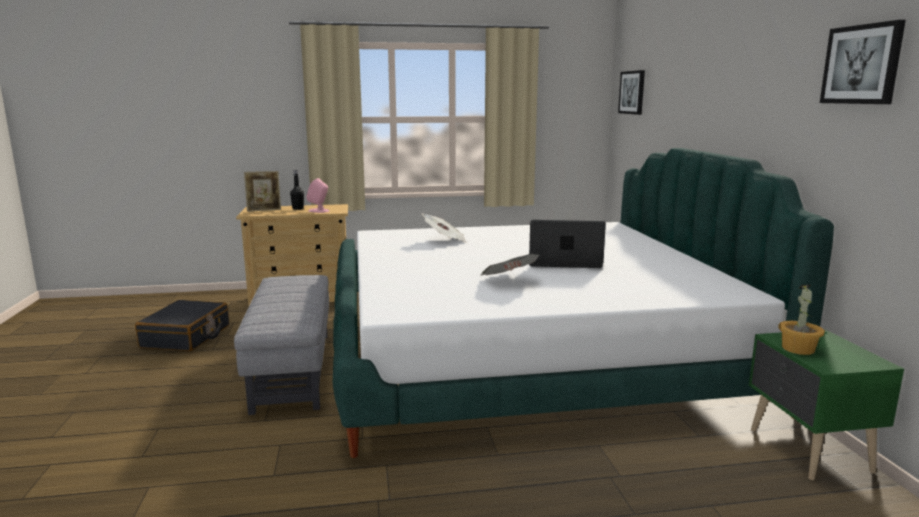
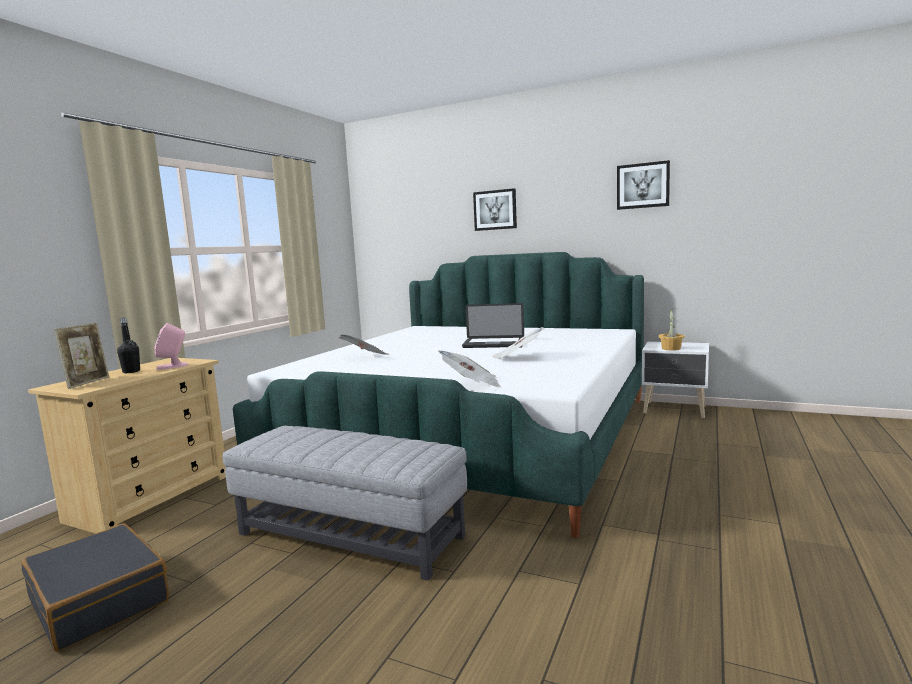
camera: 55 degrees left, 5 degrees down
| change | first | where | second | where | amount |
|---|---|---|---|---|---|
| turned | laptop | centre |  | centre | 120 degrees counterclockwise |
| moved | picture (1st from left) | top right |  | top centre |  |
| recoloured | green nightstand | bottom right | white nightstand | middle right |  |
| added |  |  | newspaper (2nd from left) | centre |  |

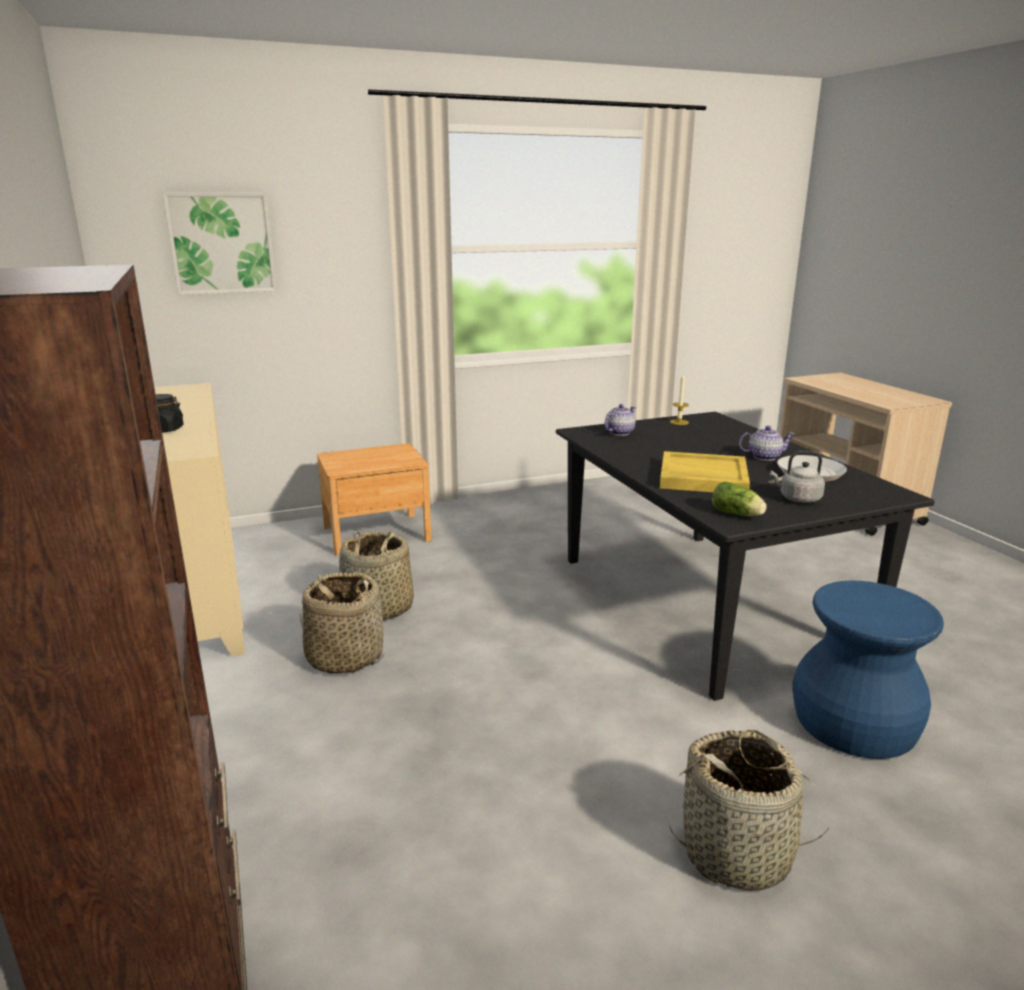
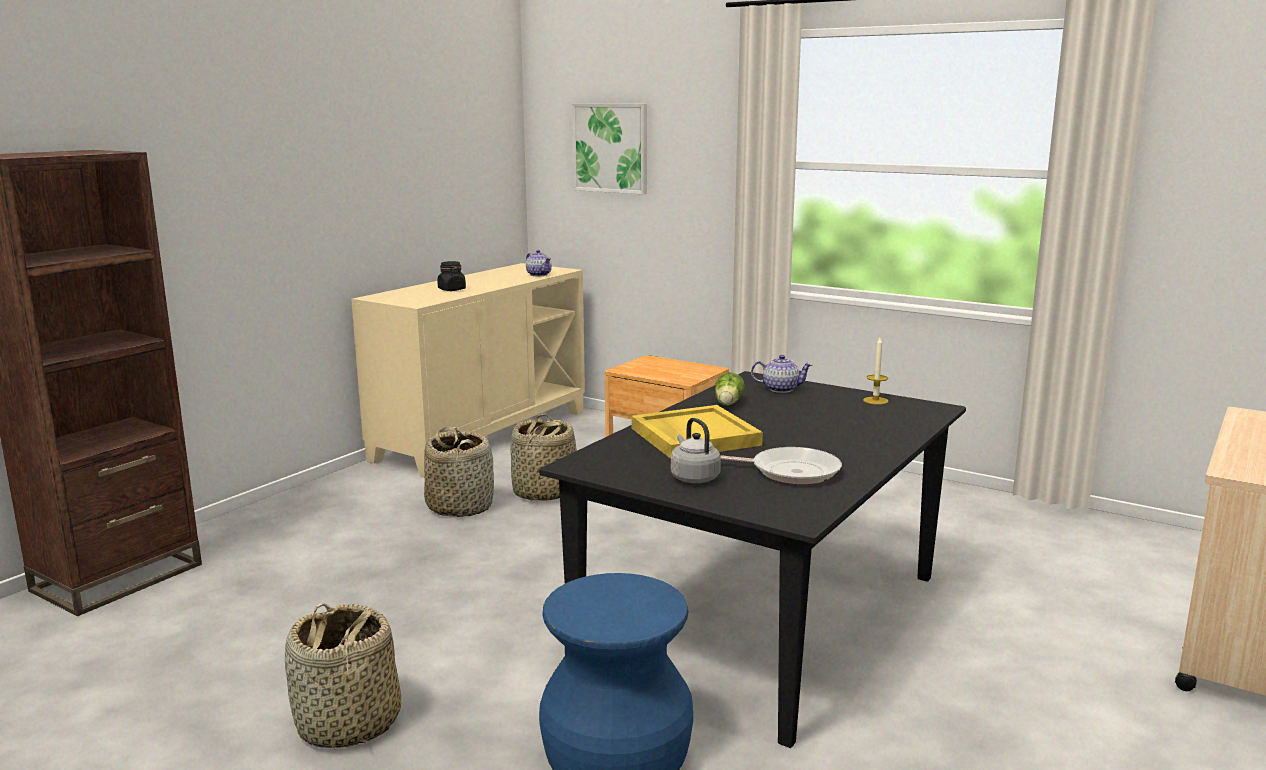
camera: 55 degrees right, 5 degrees down
| change | first | where | second | where | amount |
|---|---|---|---|---|---|
| moved | lettuce | middle right |  | centre |  |
| moved | teapot (2nd from left in the first image) | middle right | teapot (1st from left) | centre |  |

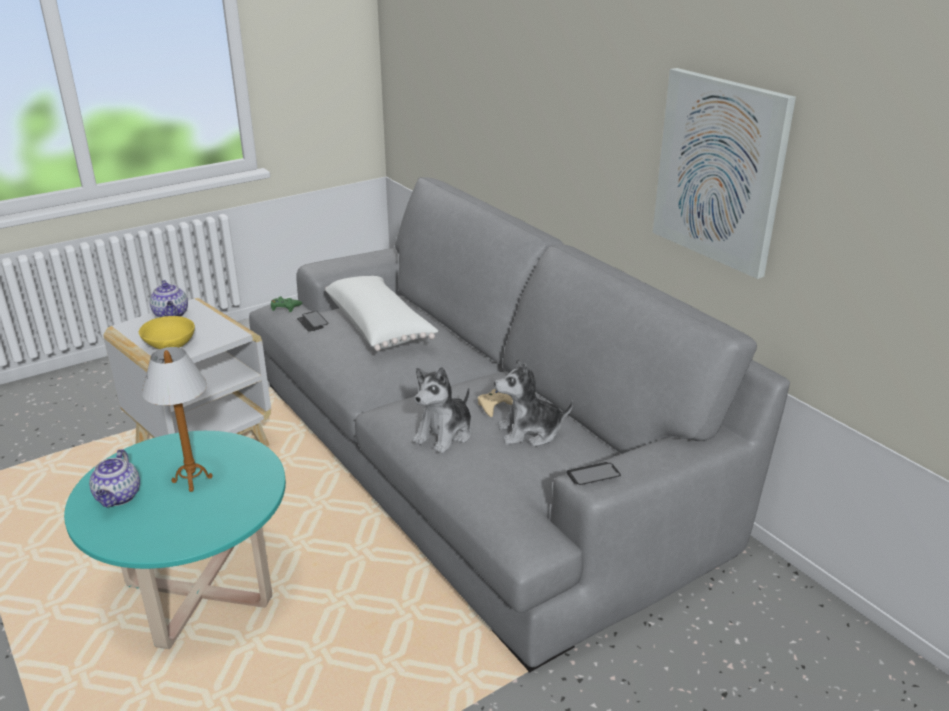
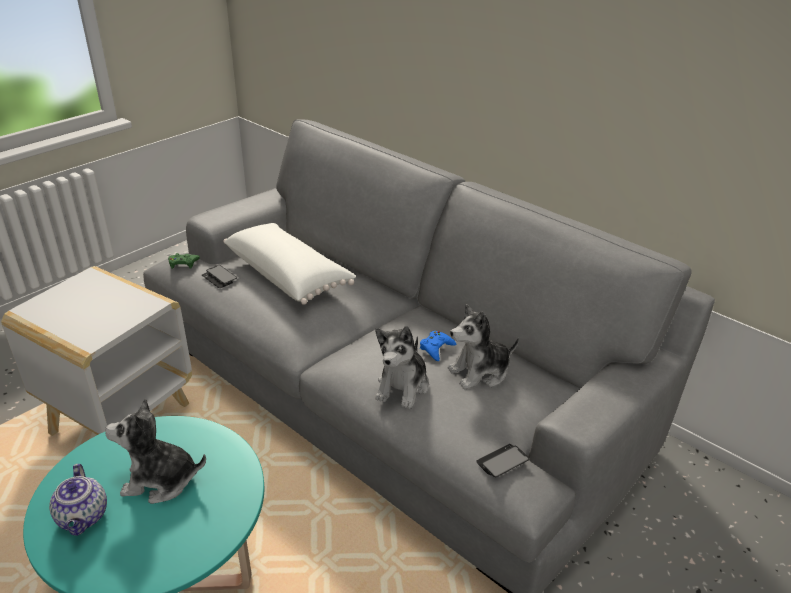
camera: 15 degrees left, 5 degrees up
| change | first | where | second | where | amount |
|---|---|---|---|---|---|
| removed | yellow bowl | middle left |  |  |  |
| replaced | table lamp | middle left | plush toy (1st from left) | bottom left |  |
| removed | teapot (2nd from left) | middle left |  |  |  |
| recoloured | beige game controller | centre | blue game controller | centre |  |
| moved | phone (2nd from left) | centre |  | bottom centre |  |
| removed | picture | top right |  |  |  |

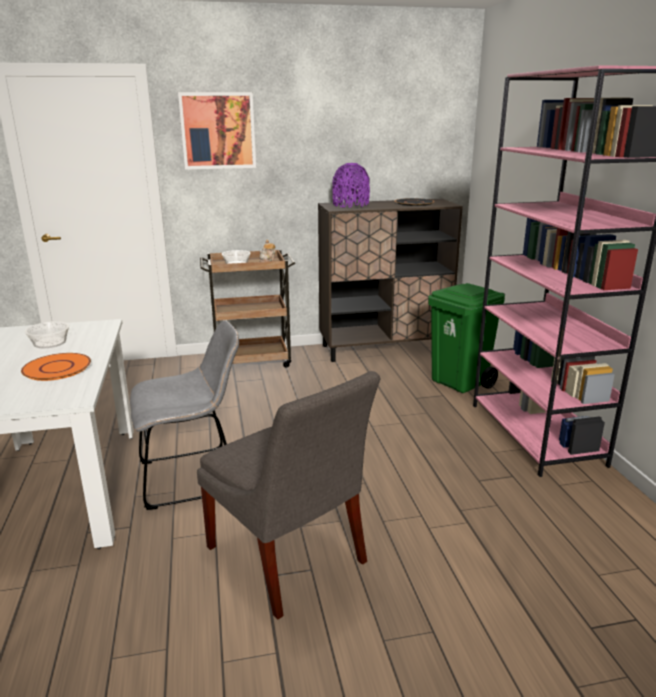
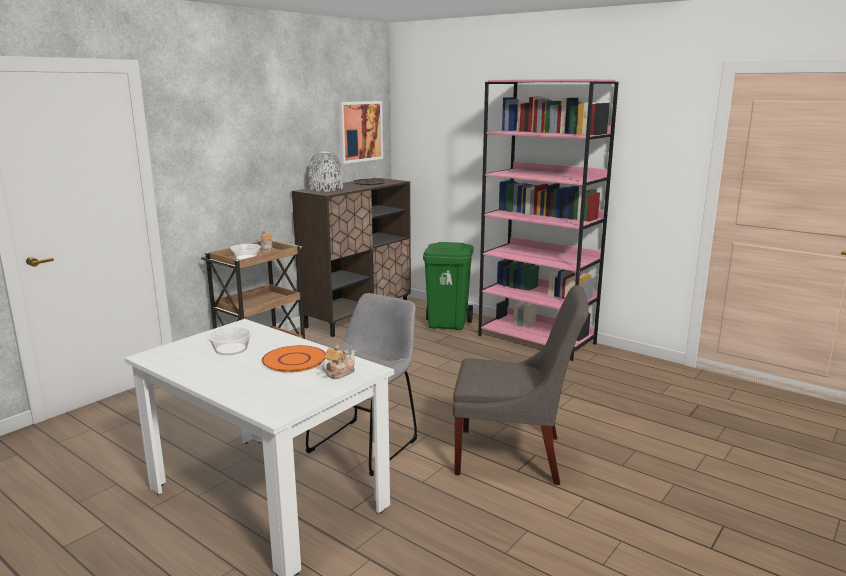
camera: 40 degrees left, 5 degrees down
| change | first | where | second | where | amount |
|---|---|---|---|---|---|
| moved | picture | top left |  | top centre |  |
| recoloured | purple vase | top centre | grey vase | top centre |  |
| added |  |  | teapot (2nd from left) | centre |  |

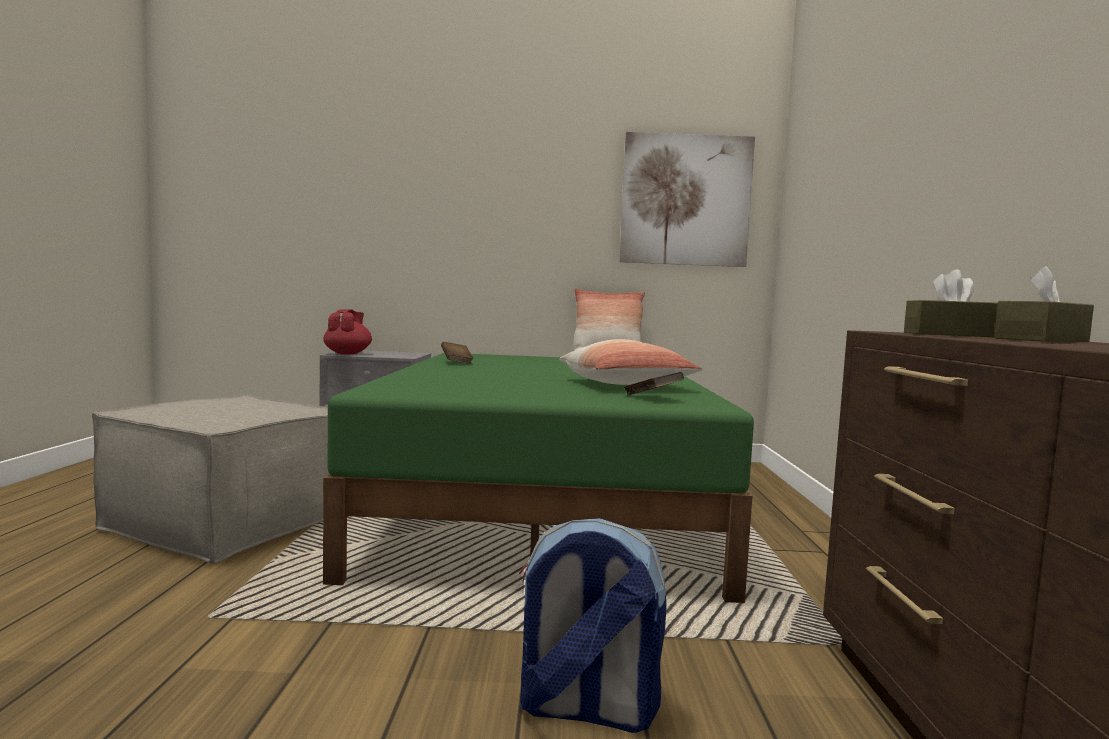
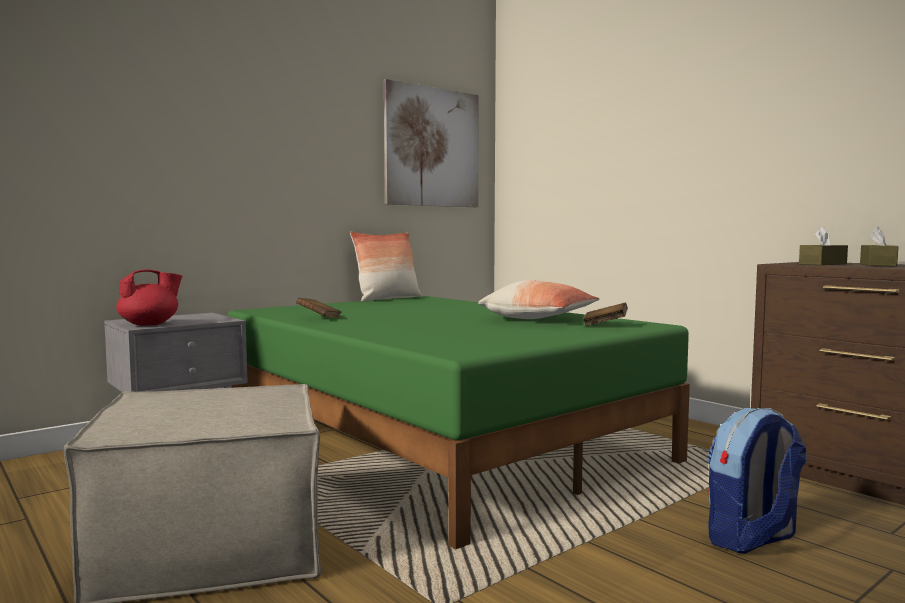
camera: 40 degrees left, 0 degrees up
| change | first | where | second | where | amount |
|---|---|---|---|---|---|
| turned | red teapot | middle left |  | middle left | 90 degrees clockwise |

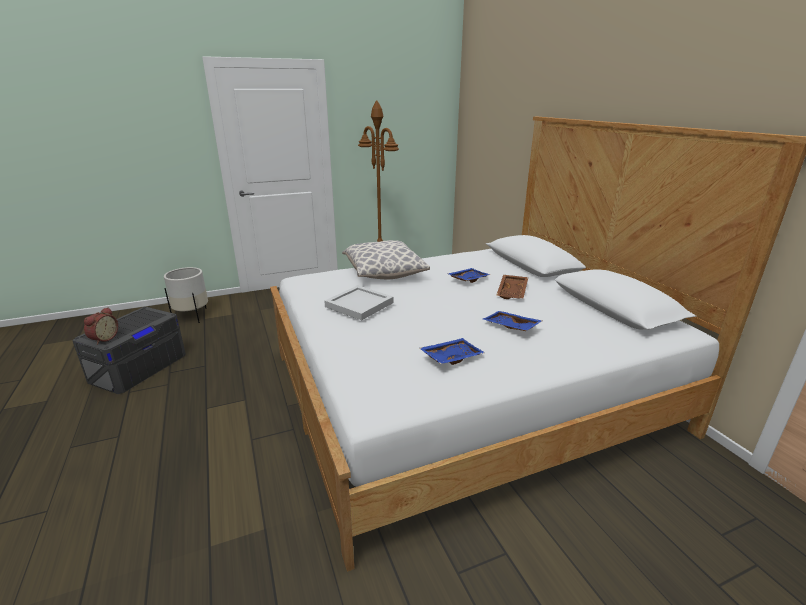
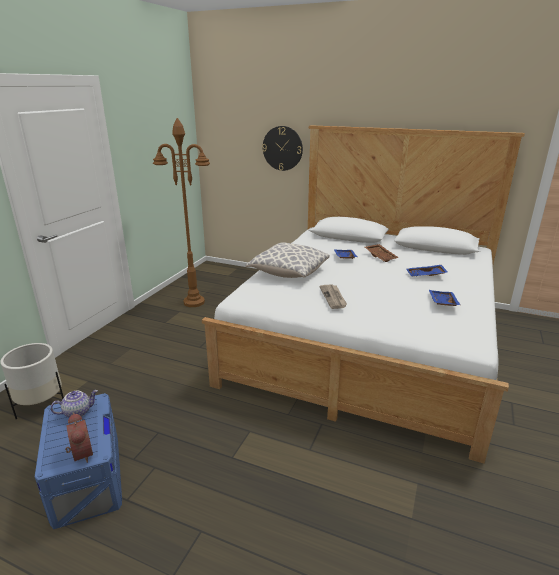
camera: 45 degrees left, 0 degrees up
| change | first | where | second | where | amount |
|---|---|---|---|---|---|
| recoloured | grey storage box | middle left | blue storage box | bottom left |  |
| replaced | white tray | centre | newspaper | centre |  |
| added |  |  | teapot | bottom left |  |
| added |  |  | wall clock | top centre |  |

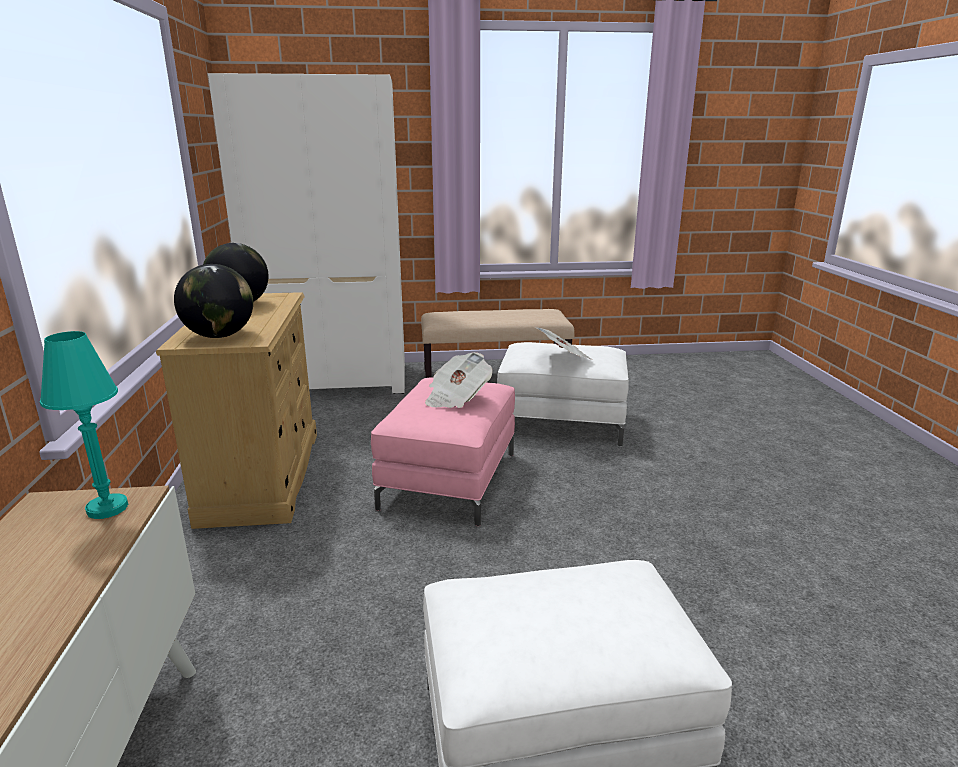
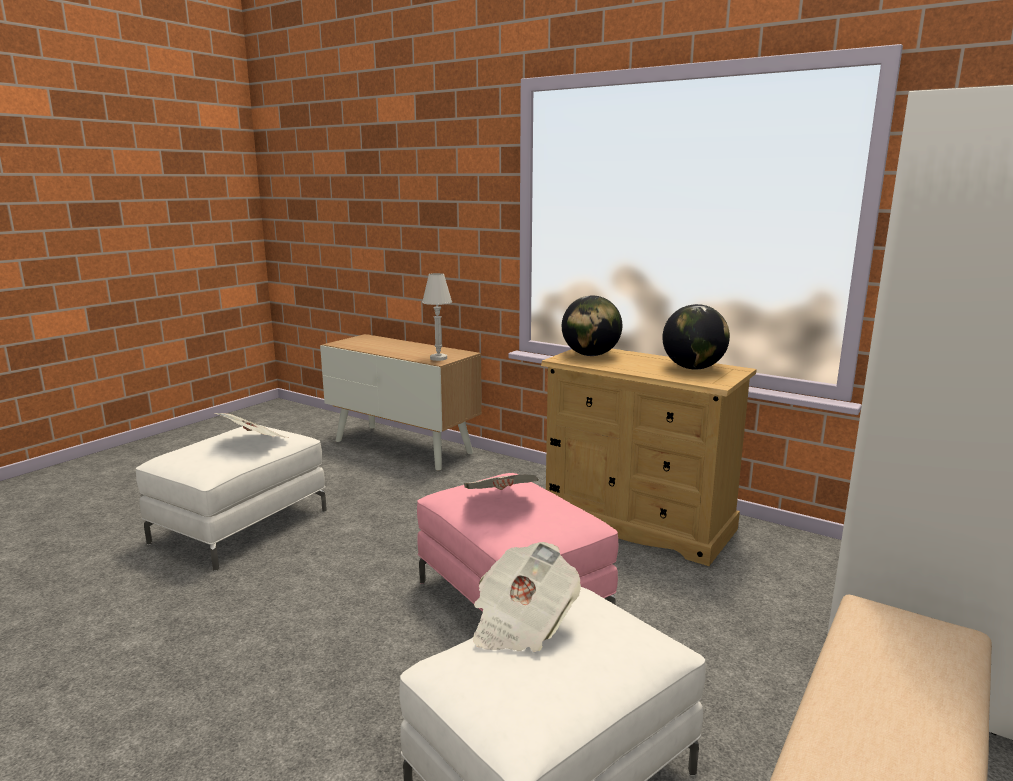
camera: 130 degrees right, 5 degrees down
| change | first | where | second | where | amount |
|---|---|---|---|---|---|
| recoloured | turquoise table lamp | middle left | white table lamp | centre |  |
| added |  |  | newspaper (1st from left) | middle left |  |

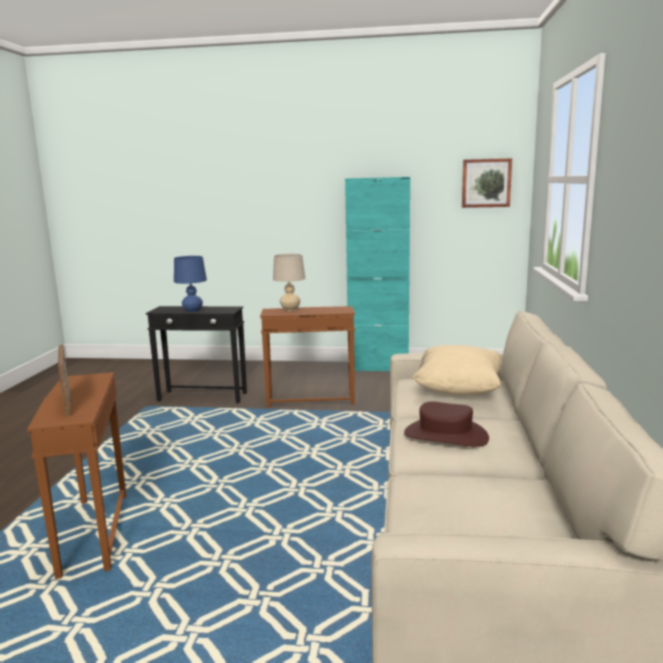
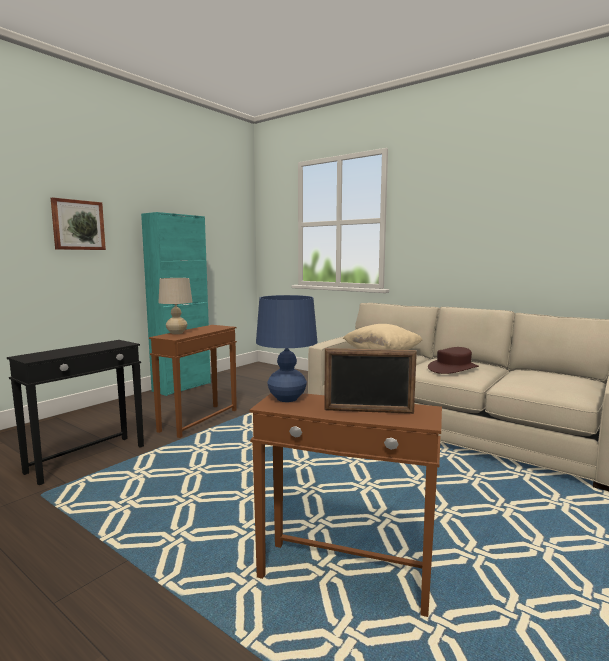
camera: 60 degrees left, 5 degrees down
| change | first | where | second | where | amount |
|---|---|---|---|---|---|
| moved | blue table lamp | middle left |  | centre |  |
| moved | picture | top right |  | middle left |  |

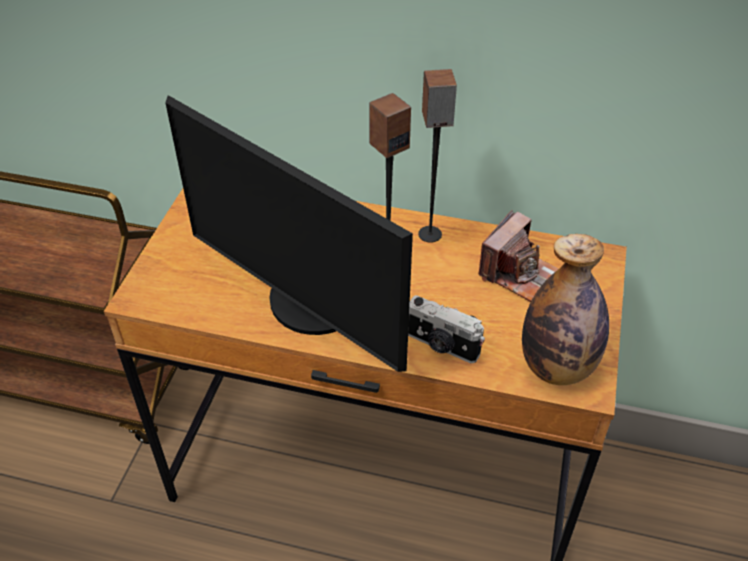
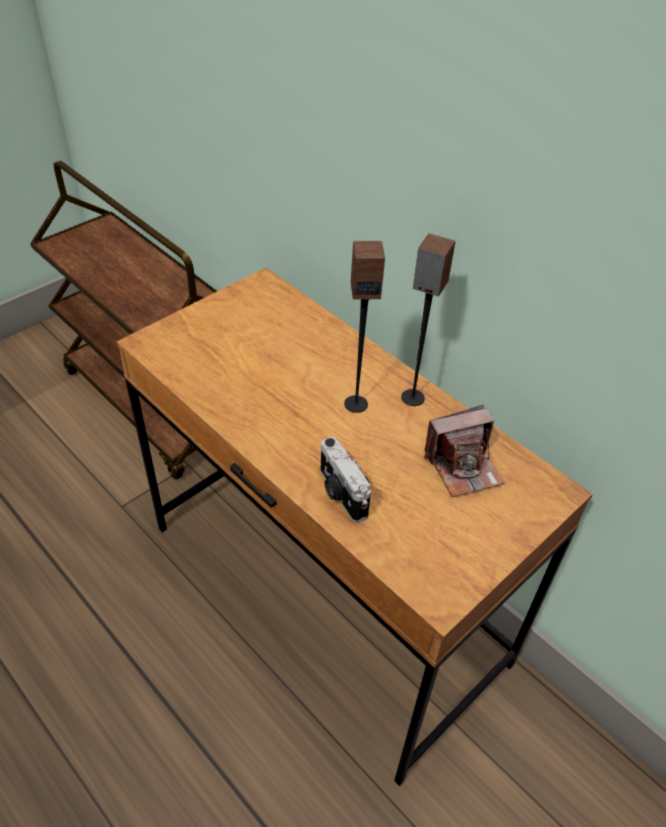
camera: 30 degrees right, 0 degrees up
| change | first | where | second | where | amount |
|---|---|---|---|---|---|
| removed | monitor | centre |  |  |  |
| removed | bottle | middle right |  |  |  |

